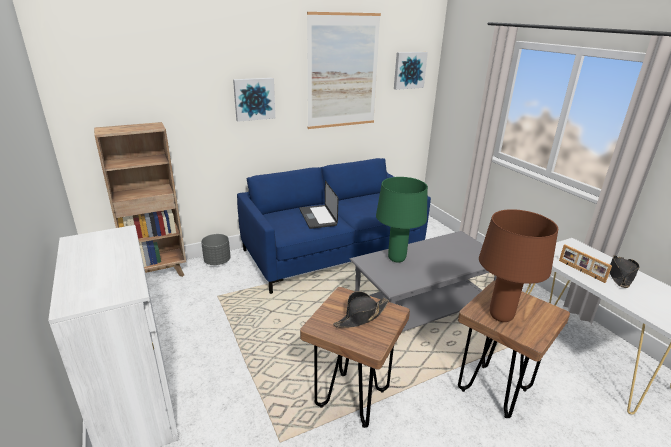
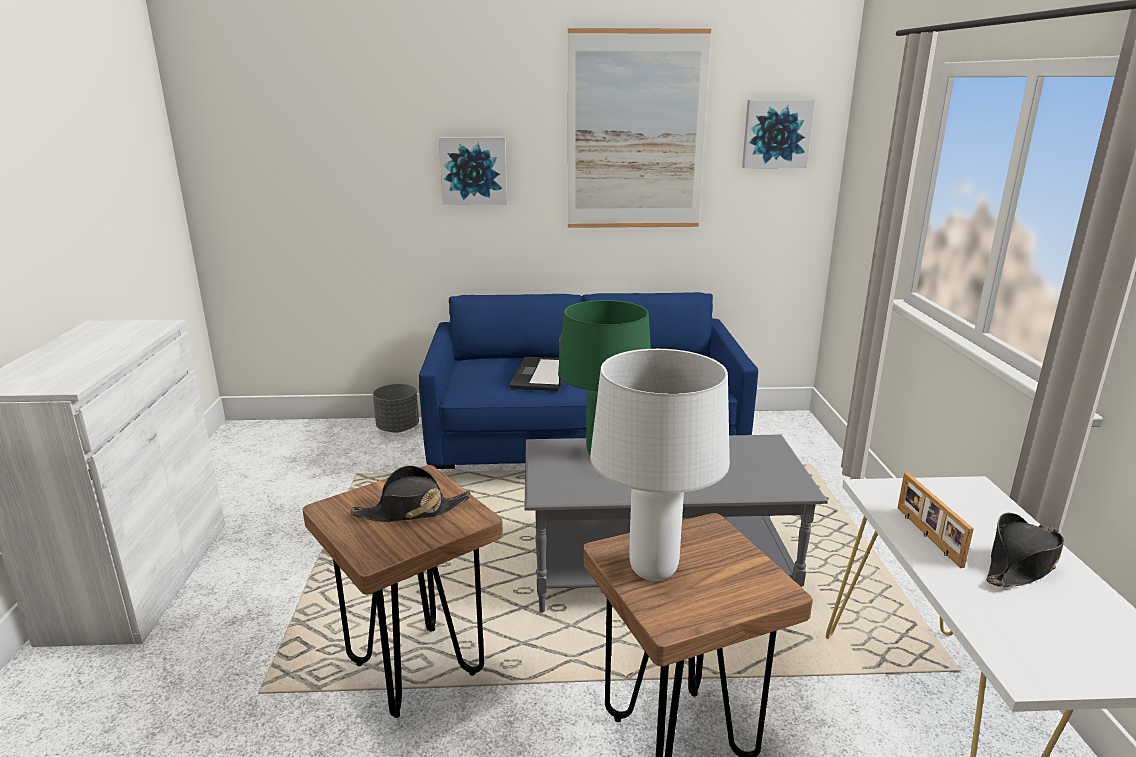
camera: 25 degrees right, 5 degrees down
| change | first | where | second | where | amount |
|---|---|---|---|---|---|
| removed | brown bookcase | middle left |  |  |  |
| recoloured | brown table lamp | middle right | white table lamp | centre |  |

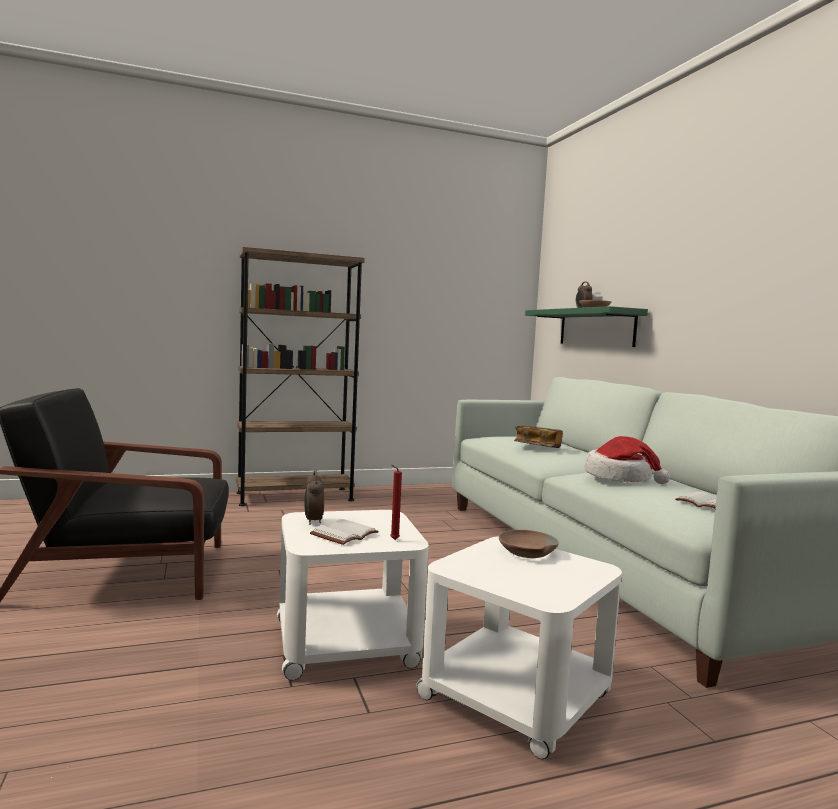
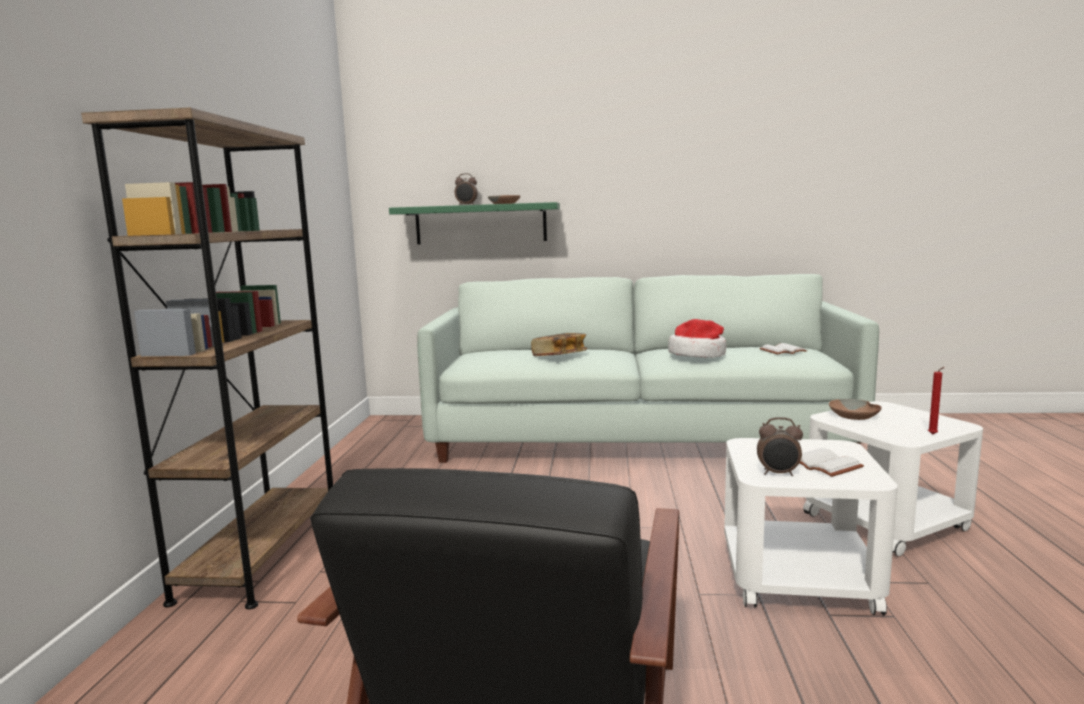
camera: 65 degrees left, 5 degrees up
| change | first | where | second | where | amount |
|---|---|---|---|---|---|
| moved | red candle | centre |  | middle right |  |

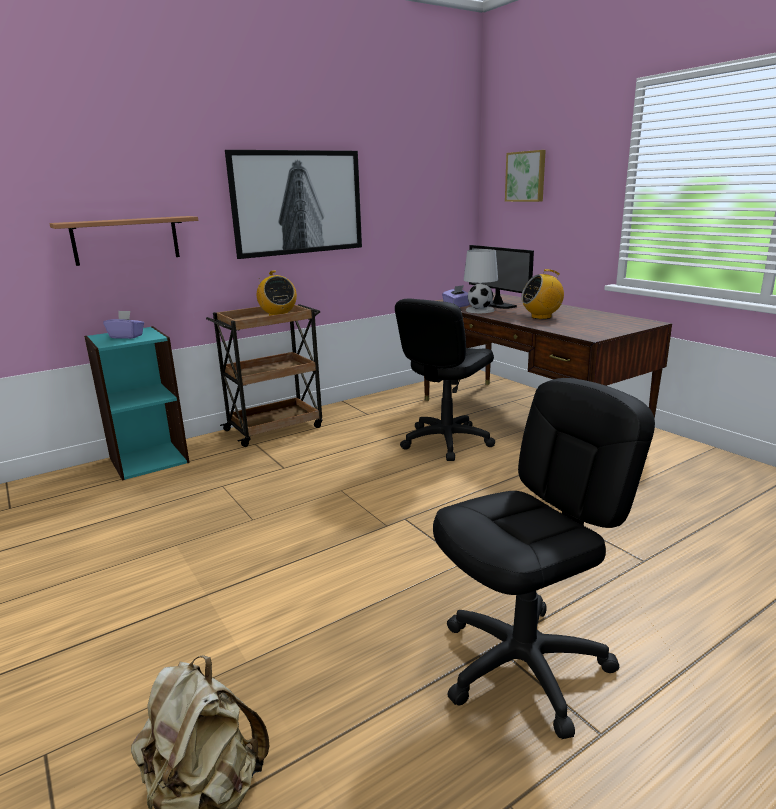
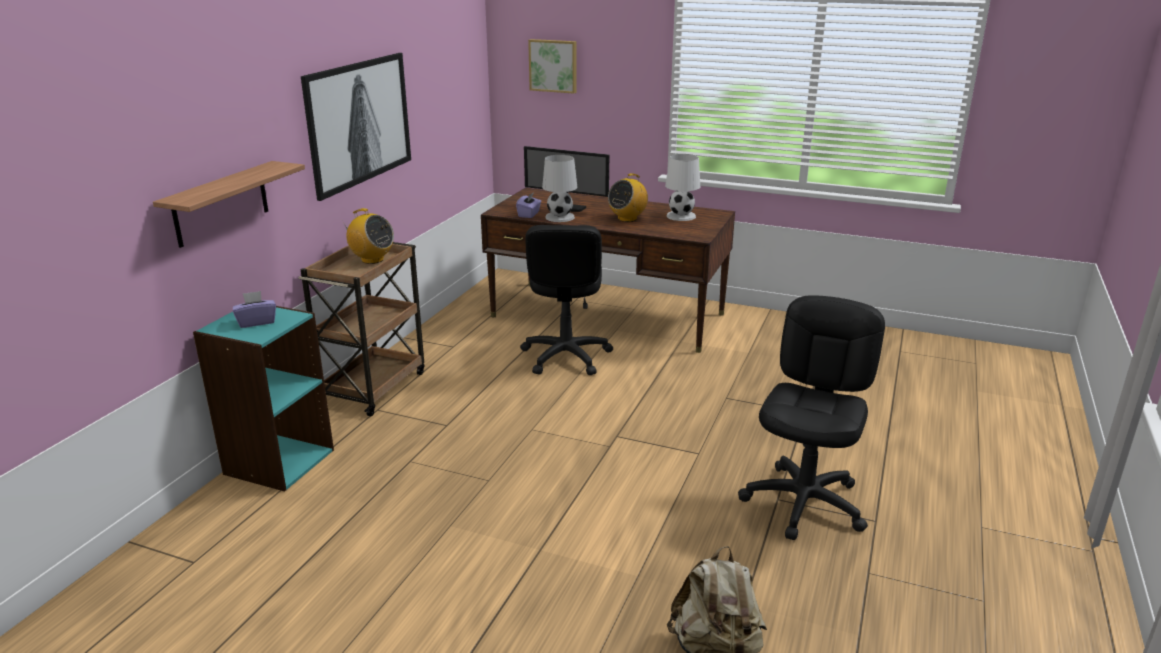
camera: 35 degrees left, 5 degrees up
| change | first | where | second | where | amount |
|---|---|---|---|---|---|
| added |  |  | white table lamp (2nd from left) | top centre |  |

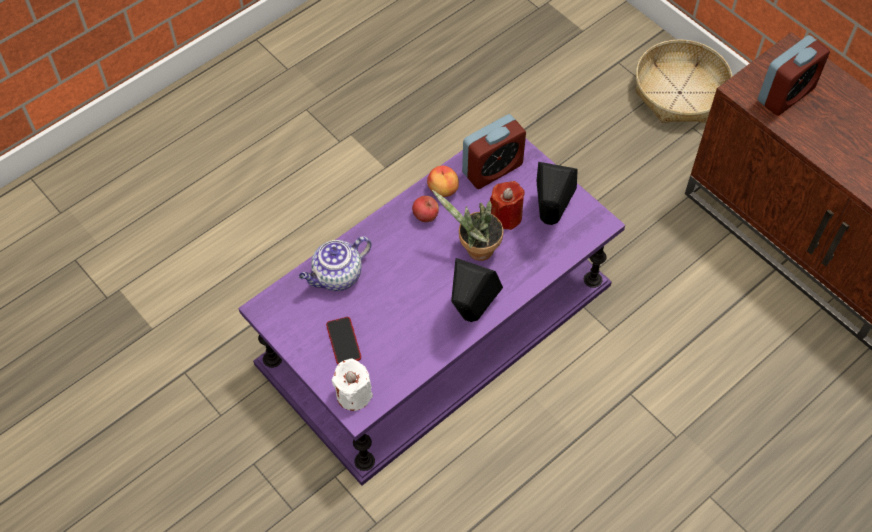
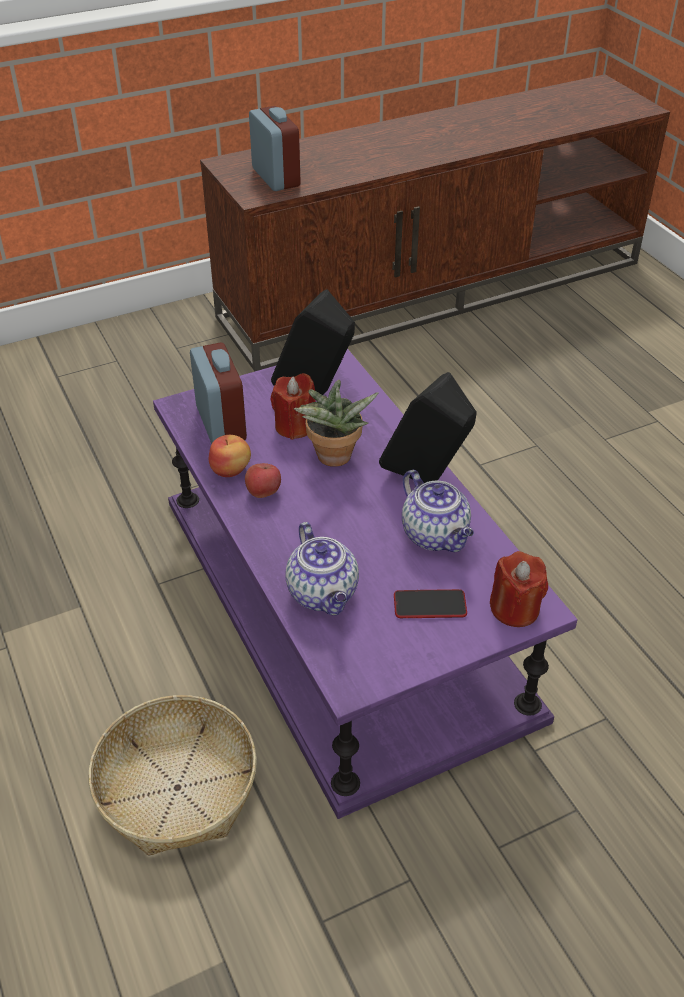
camera: 75 degrees left, 15 degrees down
| change | first | where | second | where | amount |
|---|---|---|---|---|---|
| recoloured | white candle | bottom centre | red candle (2nd from left) | middle right |  |
| moved | basket | top right |  | bottom left |  |
| added |  |  | teapot (2nd from left) | centre |  |

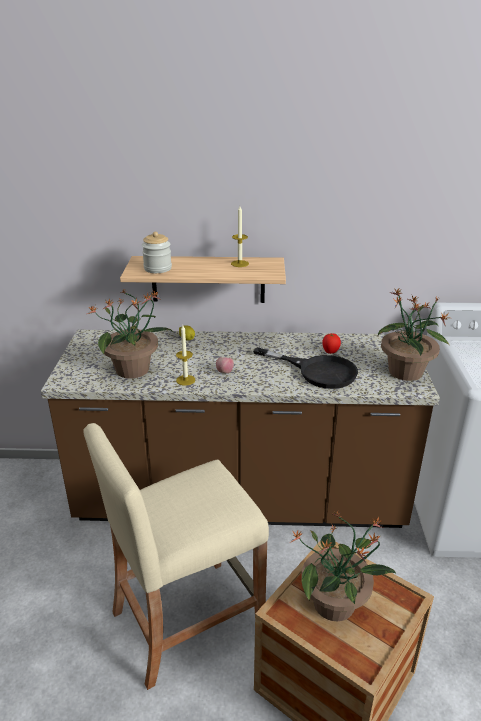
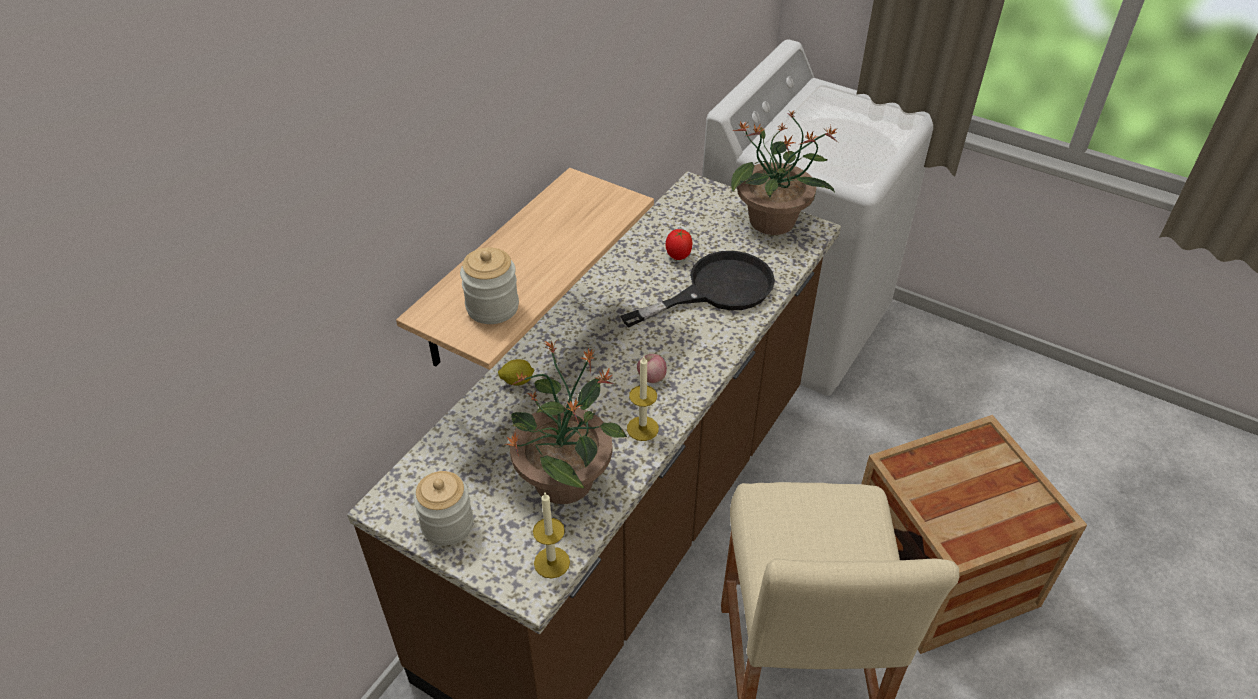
camera: 60 degrees left, 15 degrees up
| change | first | where | second | where | amount |
|---|---|---|---|---|---|
| moved | candle (2nd from left in the first image) | top centre | candle (1st from left) | bottom centre |  |
| removed | potted plant (2nd from left) | bottom right |  |  |  |
| added |  |  | jar (1st from left) | bottom centre |  |

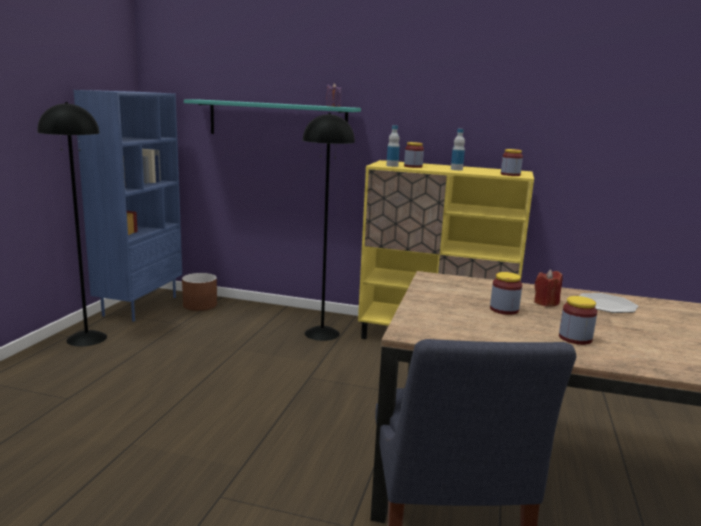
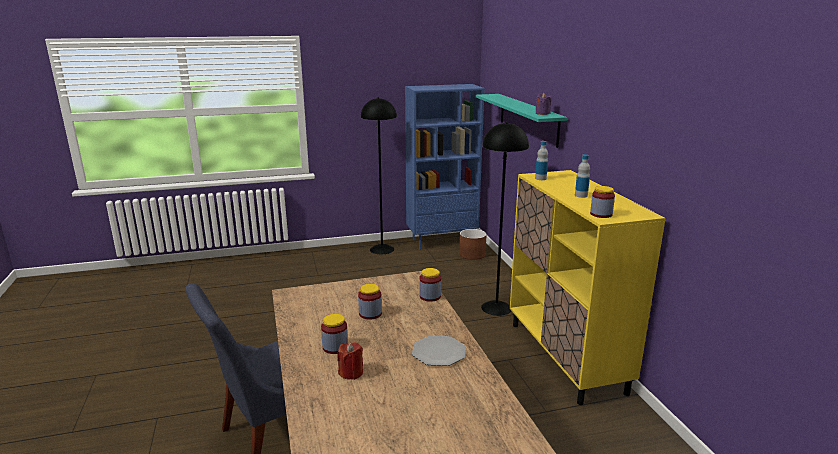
camera: 60 degrees right, 5 degrees up
| change | first | where | second | where | amount |
|---|---|---|---|---|---|
| moved | jar (1st from left in the first image) | top centre | jar (3rd from left) | centre |  |
| moved | red candle | middle right |  | bottom centre |  |

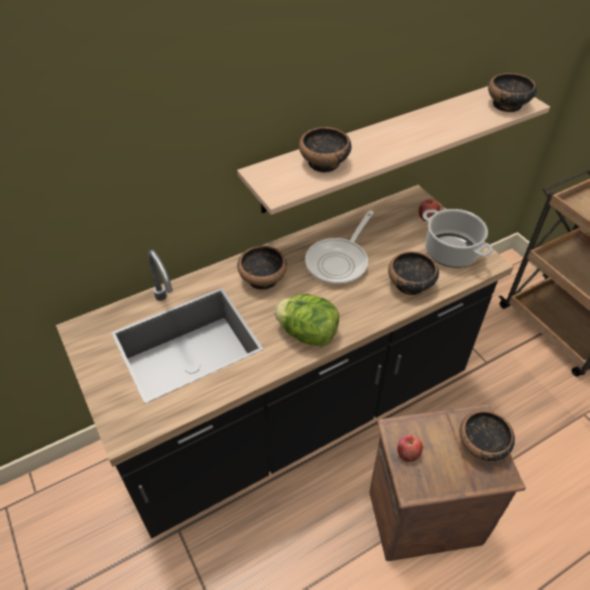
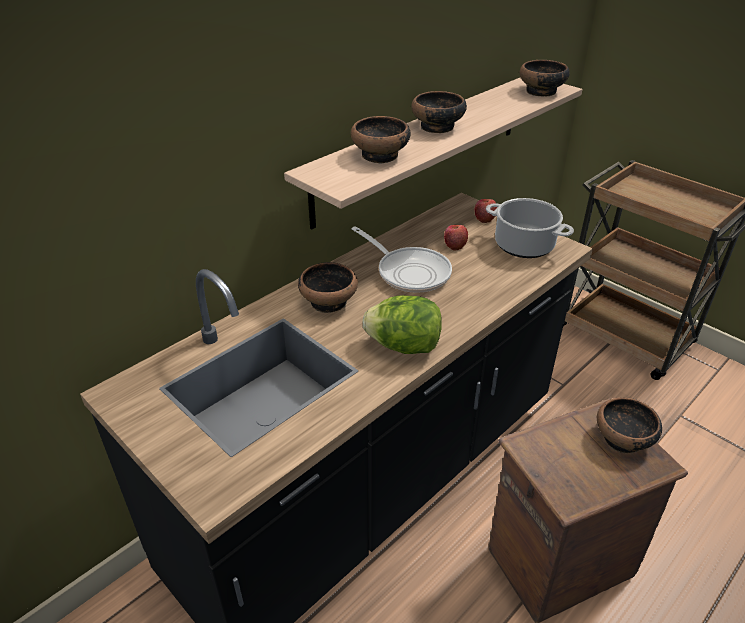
camera: 15 degrees left, 10 degrees down
| change | first | where | second | where | amount |
|---|---|---|---|---|---|
| turned | frying pan | centre |  | centre | 60 degrees counterclockwise |
| moved | bowl (3rd from left) | middle right |  | top centre |  |
| moved | apple (1st from left) | bottom right |  | centre |  |

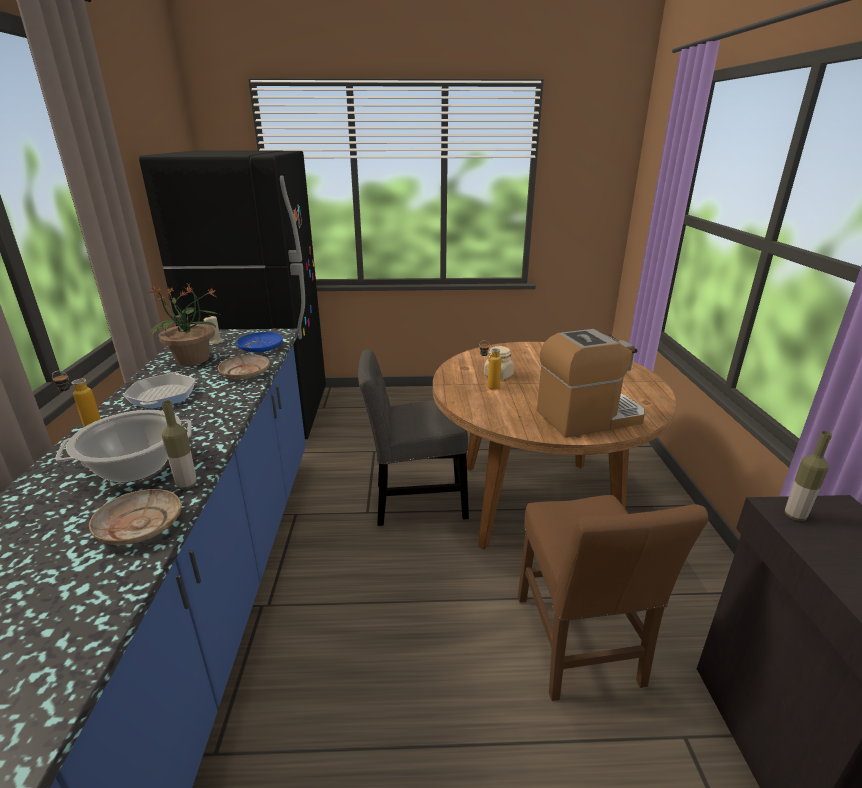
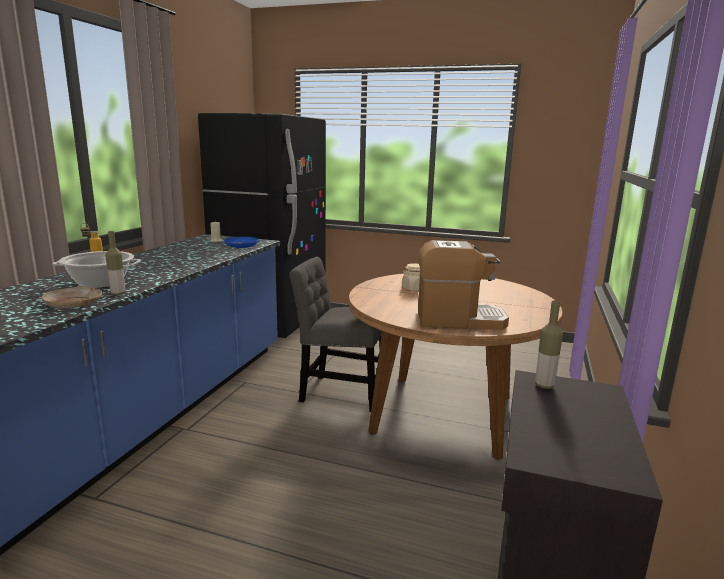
camera: 20 degrees right, 10 degrees down
| change | first | where | second | where | amount |
|---|---|---|---|---|---|
| removed | frying pan | middle left |  |  |  |
| removed | potted plant | middle left |  |  |  |
| removed | beige plate (2nd from left) | middle left |  |  |  |
| removed | bottle (3rd from left) | centre |  |  |  |
| removed | brown chair | bottom right |  |  |  |

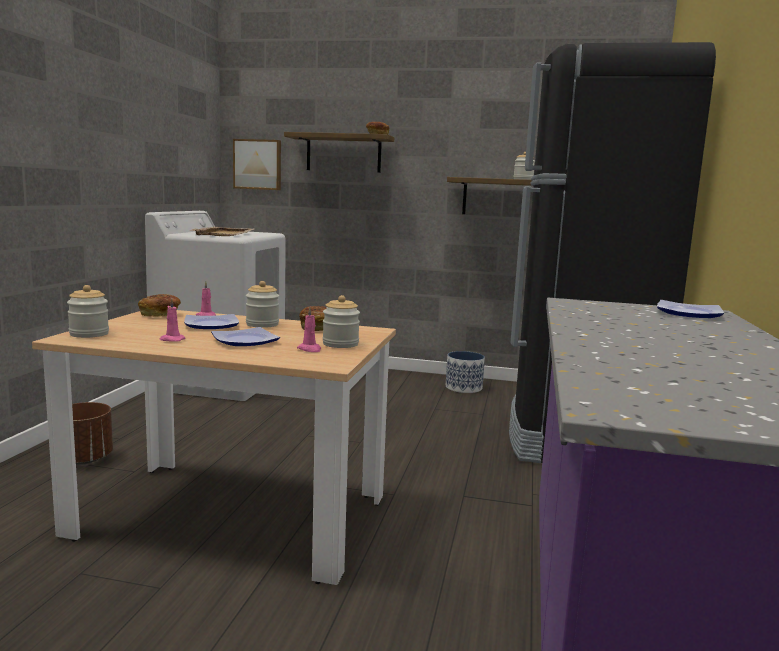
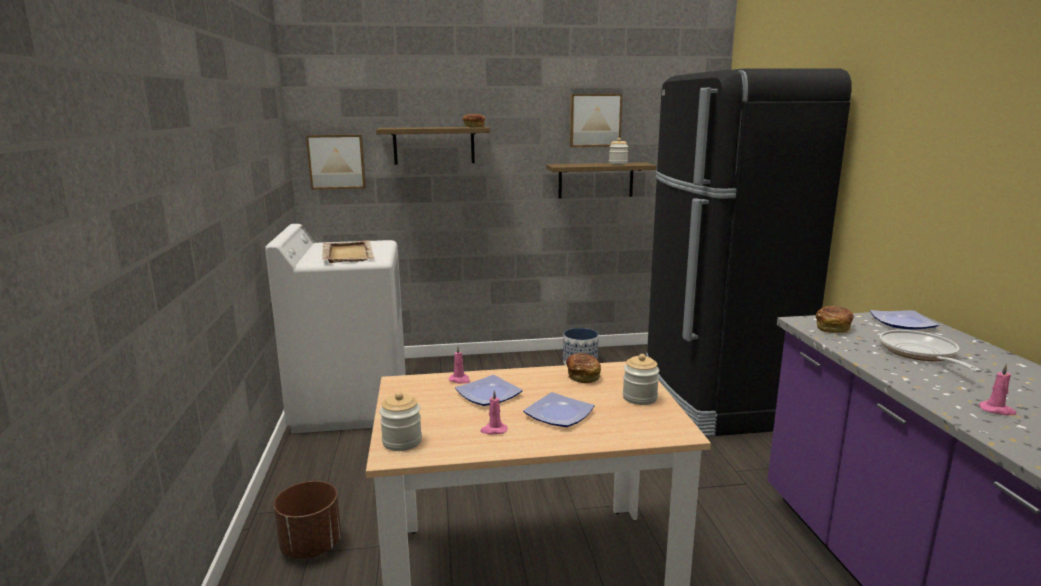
camera: 20 degrees left, 5 degrees up
| change | first | where | second | where | amount |
|---|---|---|---|---|---|
| moved | bread (1st from left in the first image) | middle left | bread (3rd from left) | middle right |  |
| removed | jar (2nd from left) | centre |  |  |  |
| moved | pink candle (3rd from left) | centre |  | middle right |  |
| added |  |  | picture (2nd from left) | top centre |  |
| added |  |  | frying pan | middle right |  |

